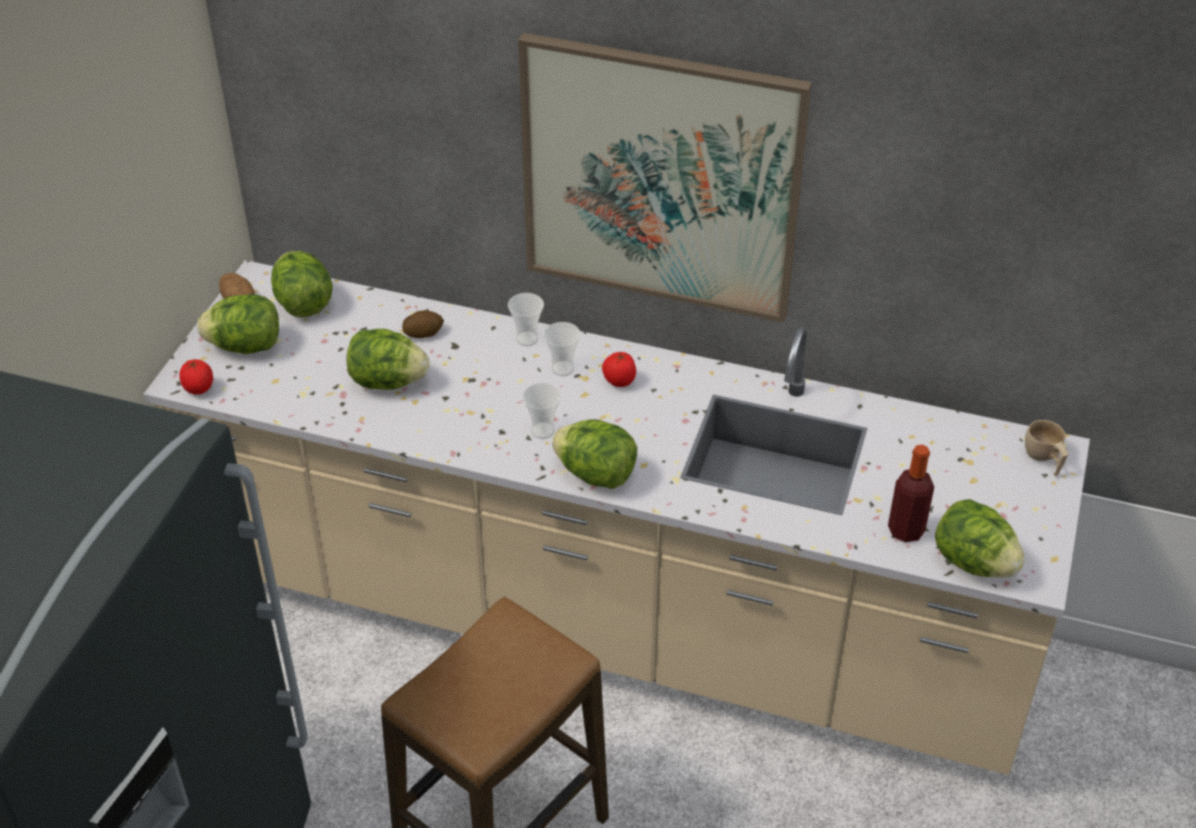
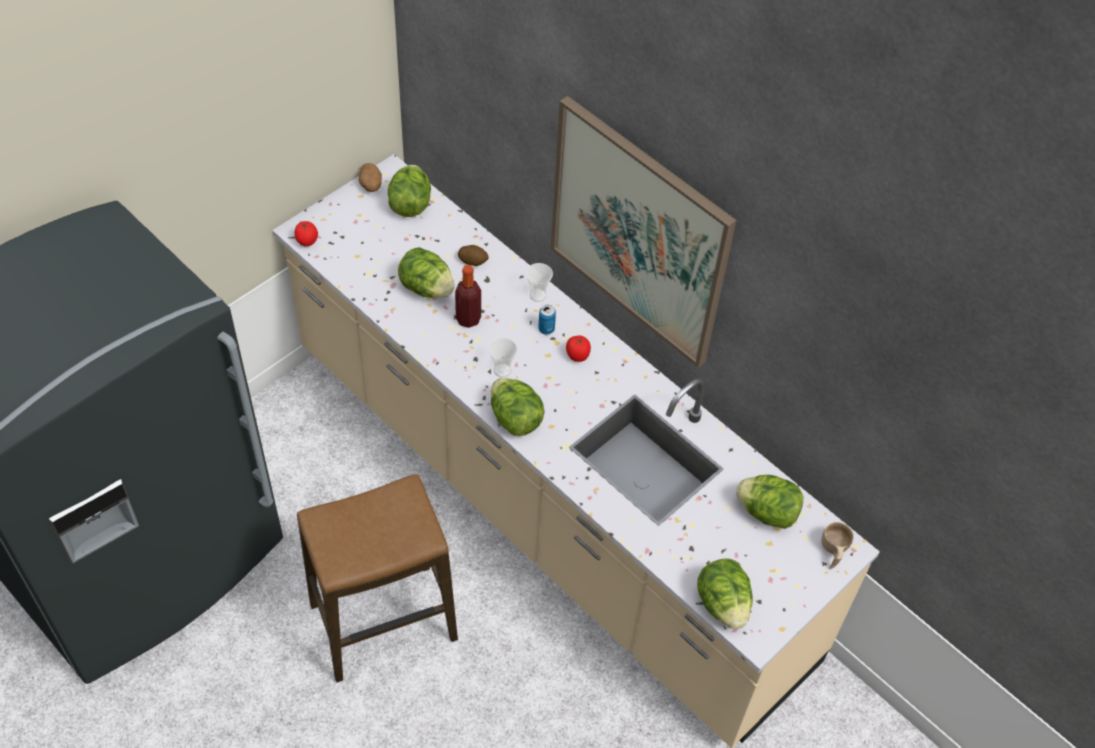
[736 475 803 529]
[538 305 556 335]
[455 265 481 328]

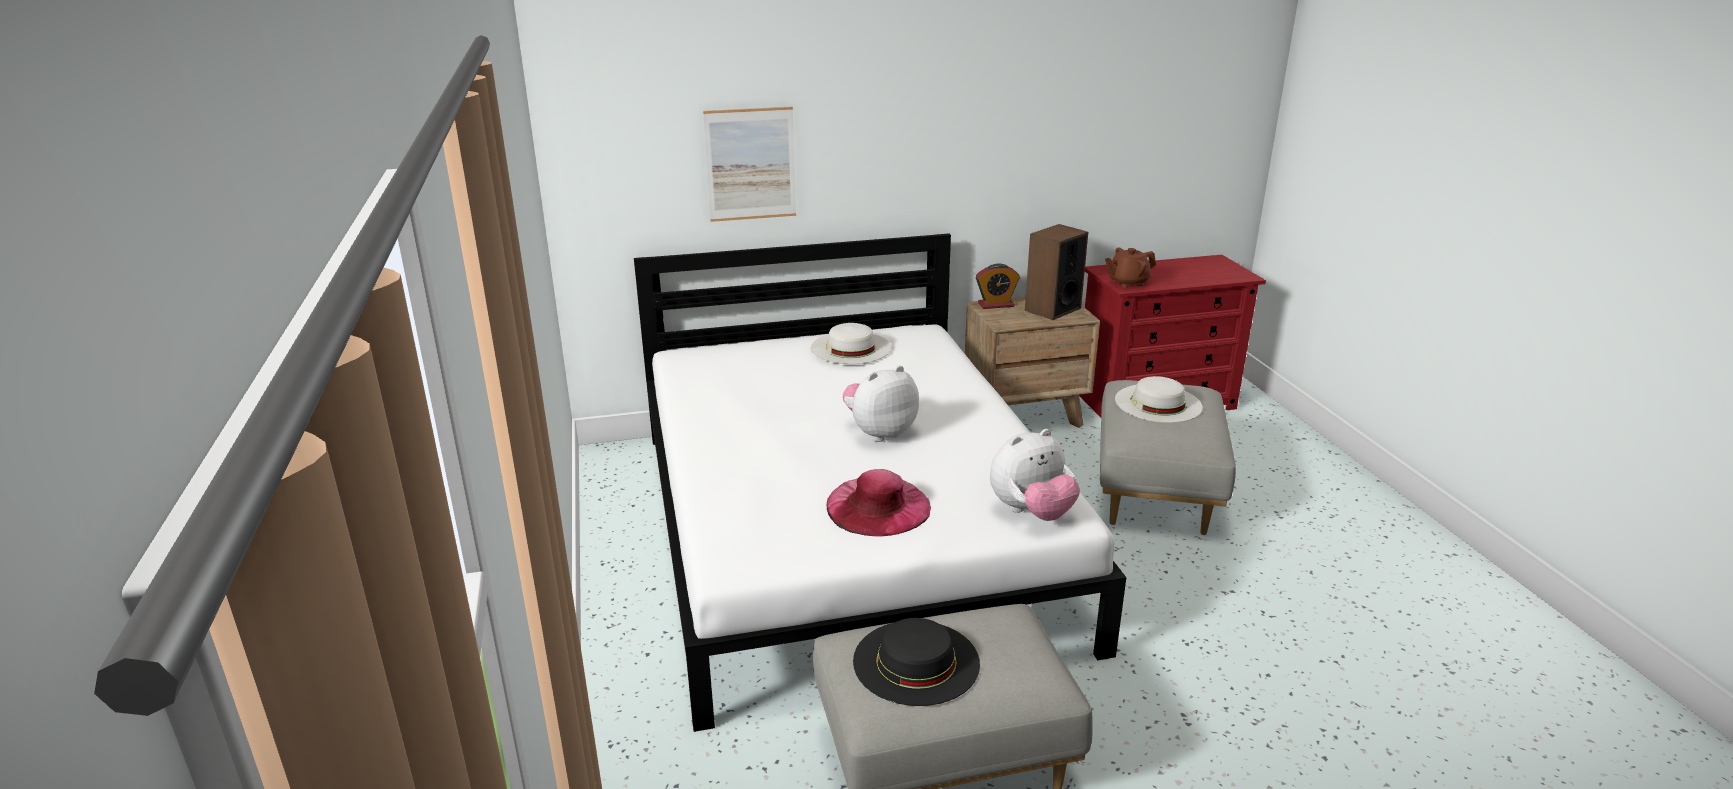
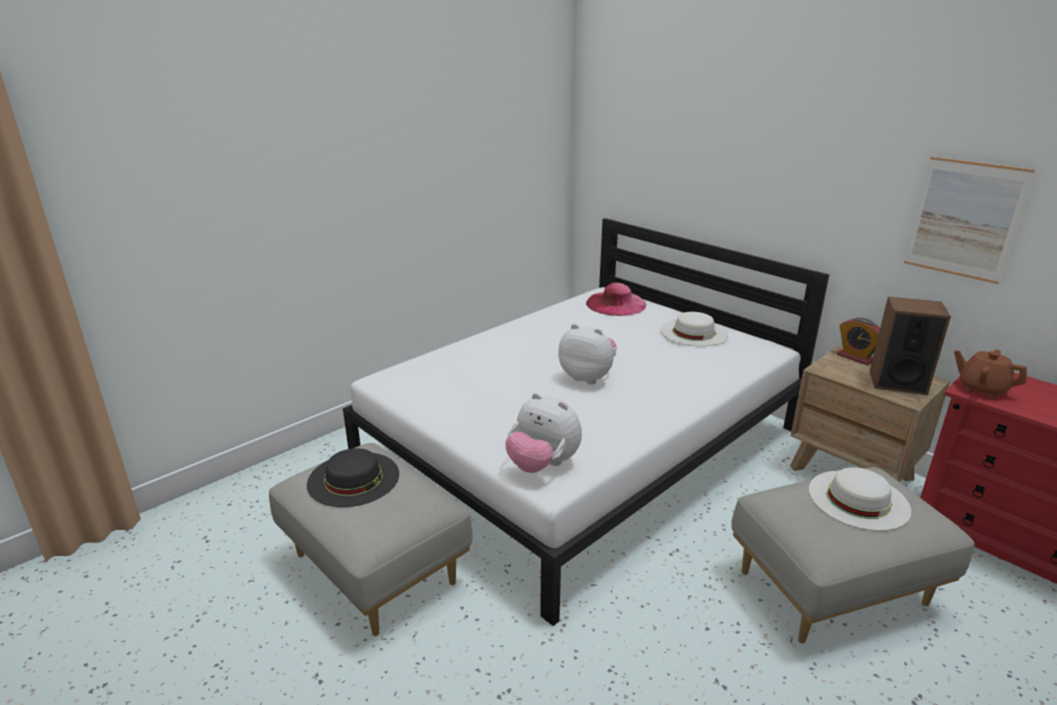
[904 156 1035 284]
[586 283 646 316]

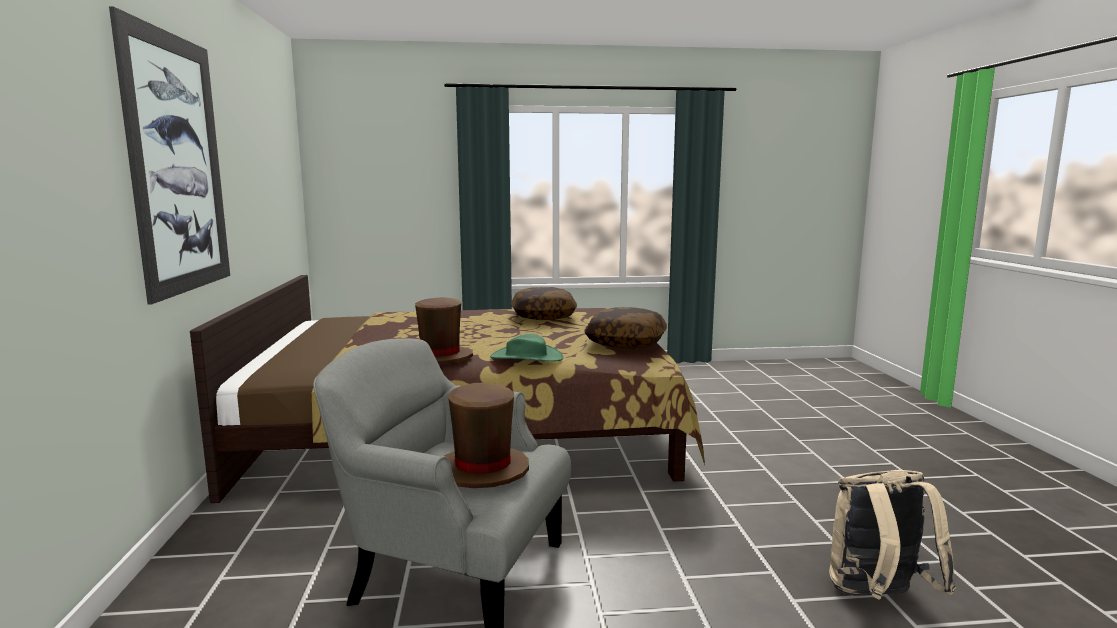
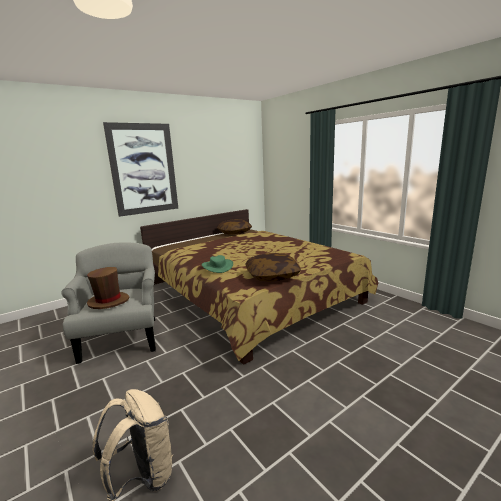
[216 219 252 235]
[415 297 473 364] (first image)

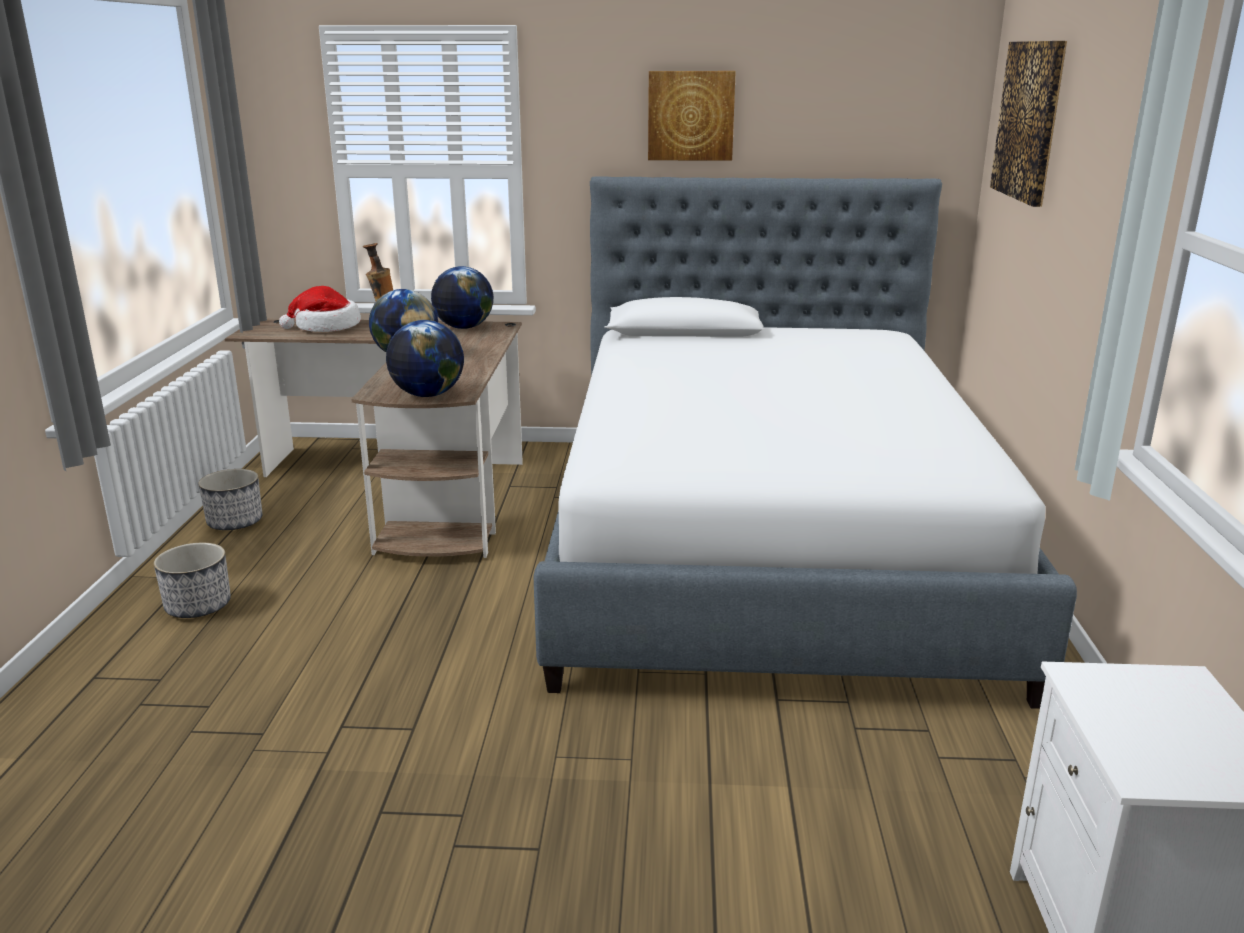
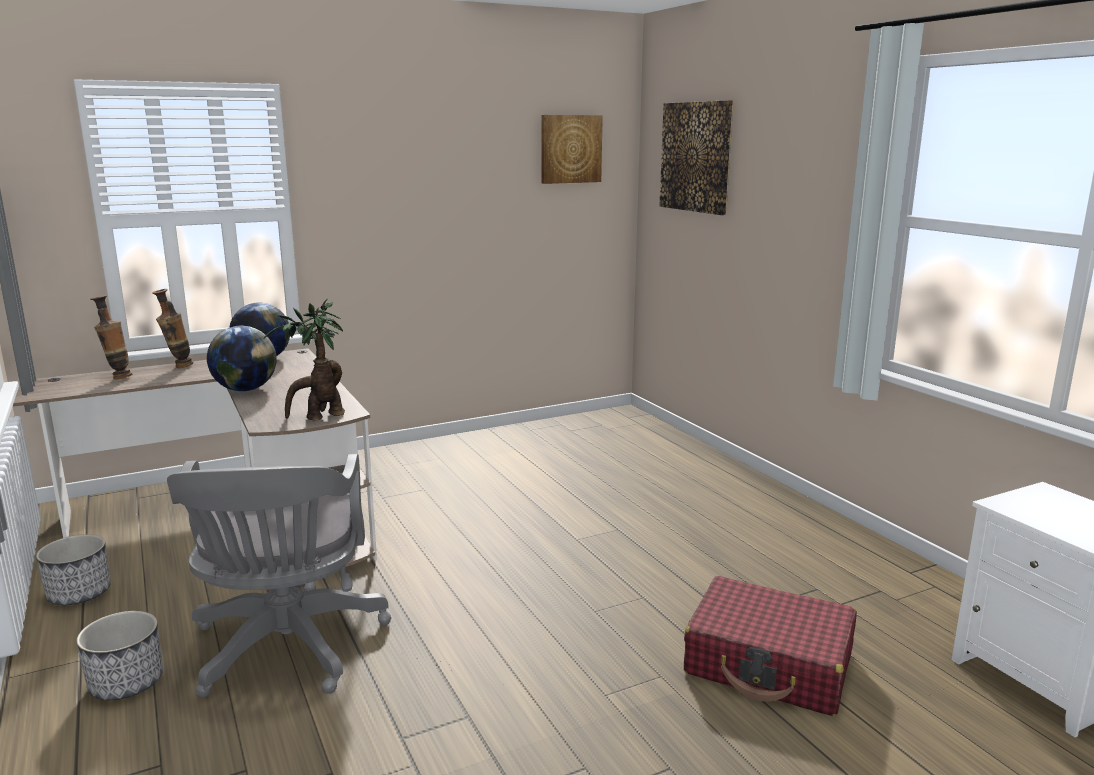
[542 115 603 184]
[534 176 1077 709] (first image)
[90 296 132 379]
[263 299 345 420]
[167 454 391 698]
[684 576 857 716]

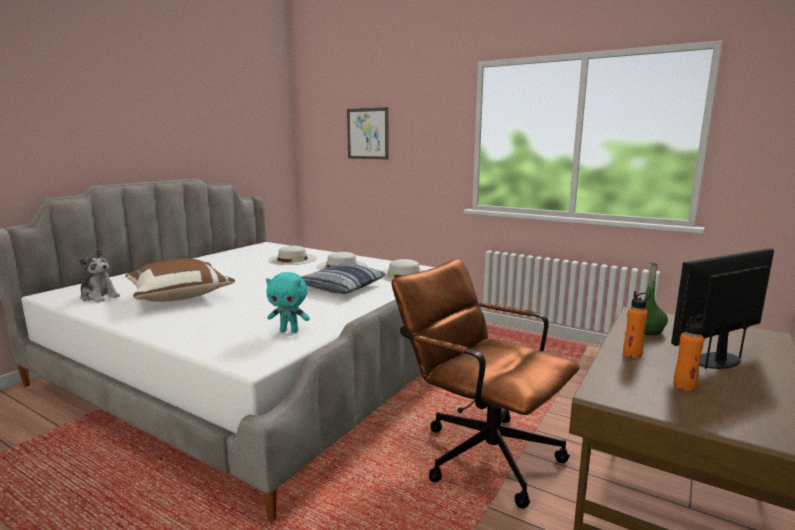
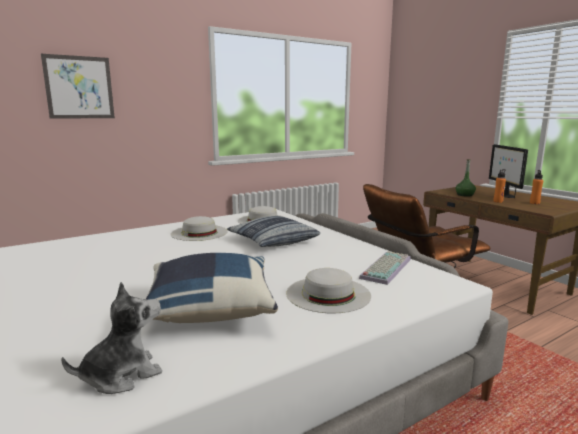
[286 268 371 313]
[146 253 278 323]
[359 251 411 285]

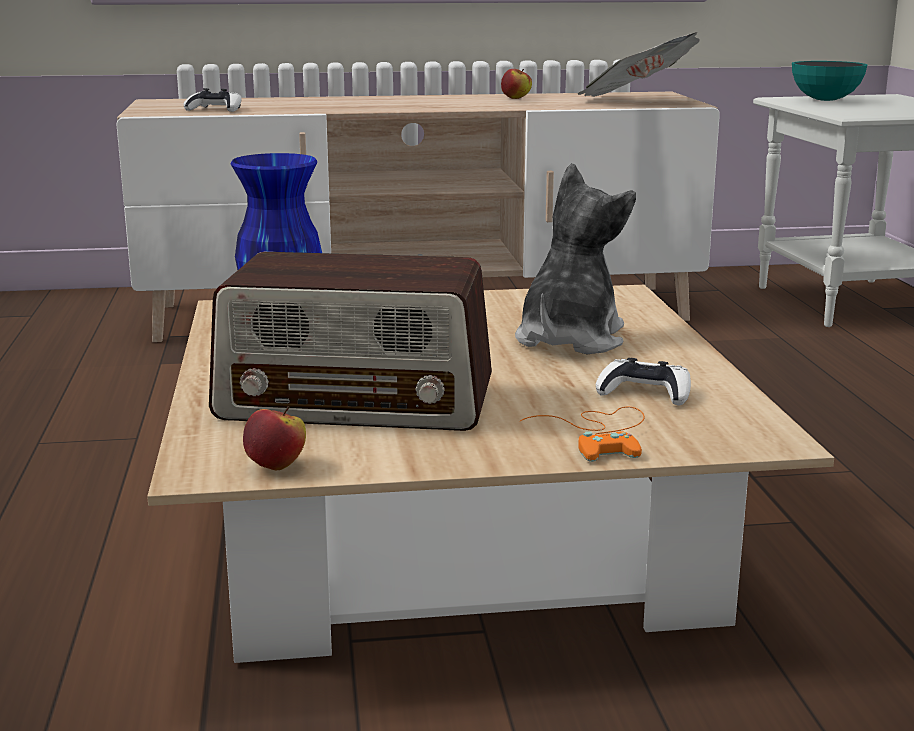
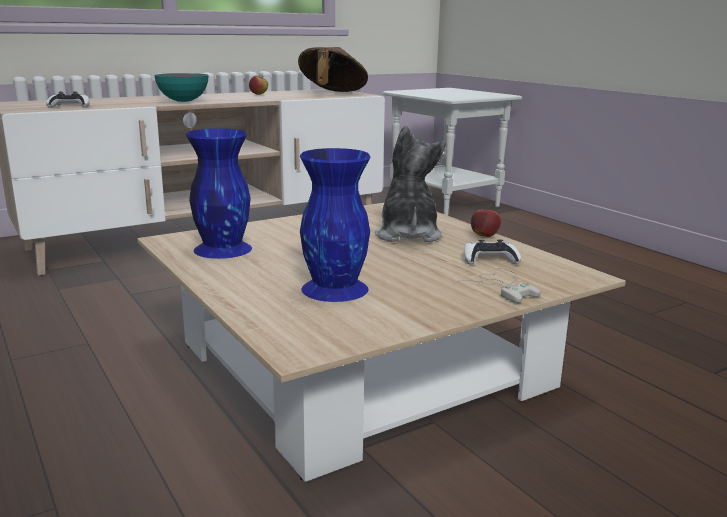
[298 47 368 92]
[154 73 209 102]
[300 148 370 302]
[471 207 501 237]
[453 268 541 303]

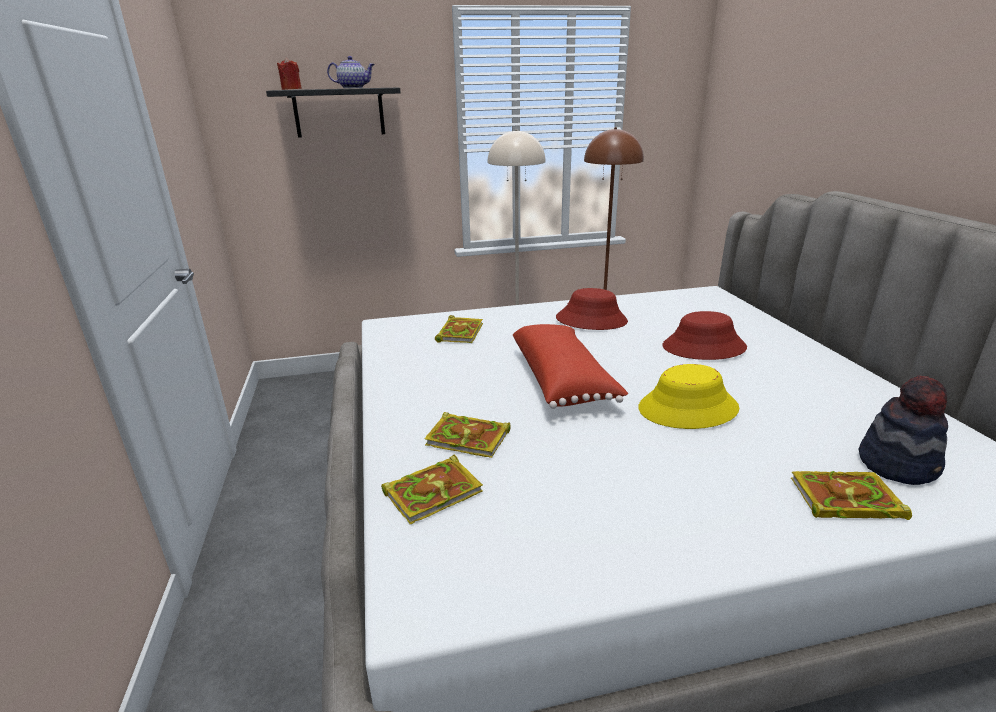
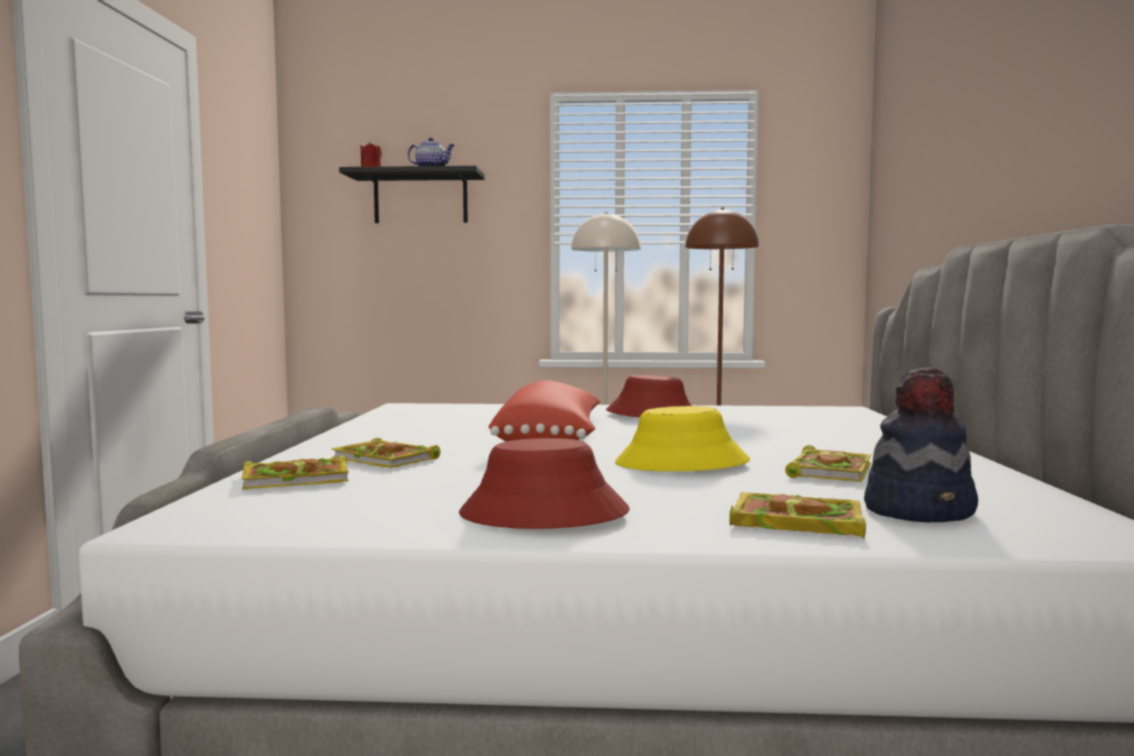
[459 438 630 529]
[785 445 872 482]

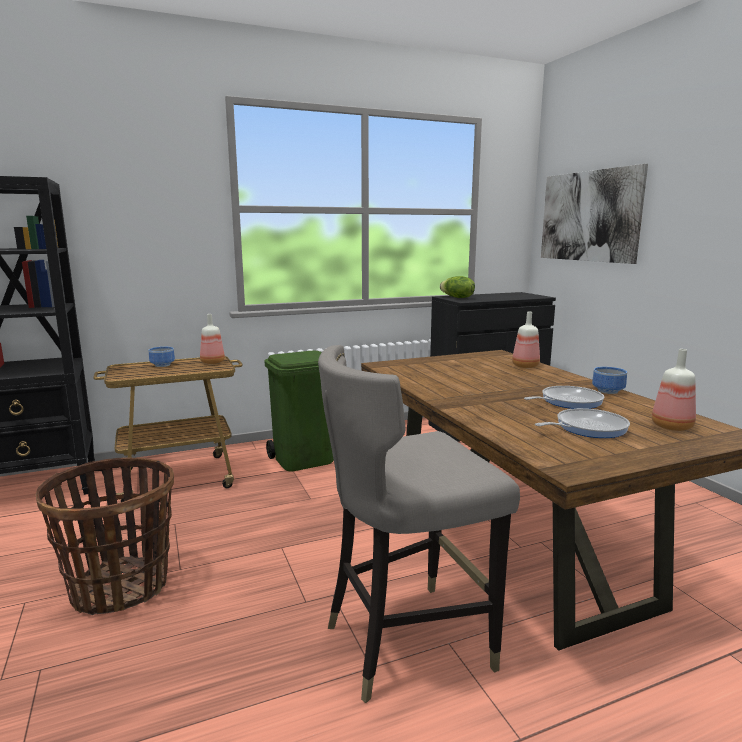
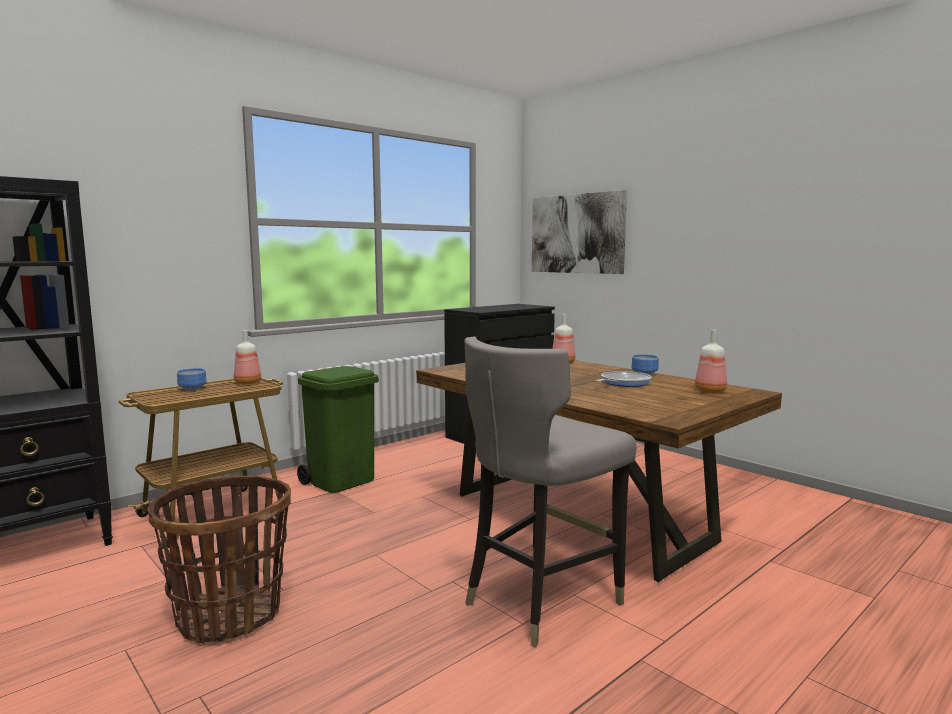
[440 276 475 298] (first image)
[535 408 630 438] (first image)

